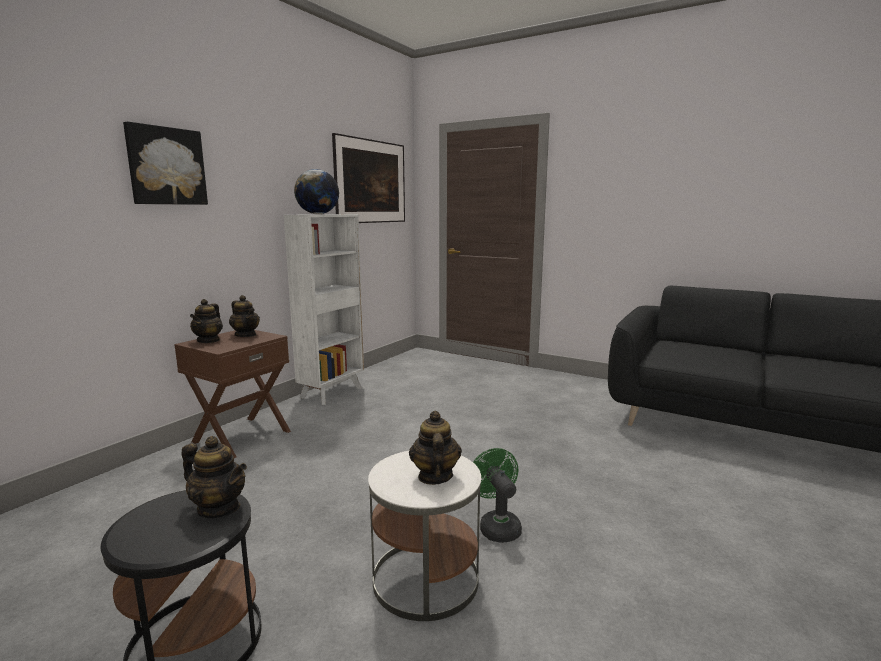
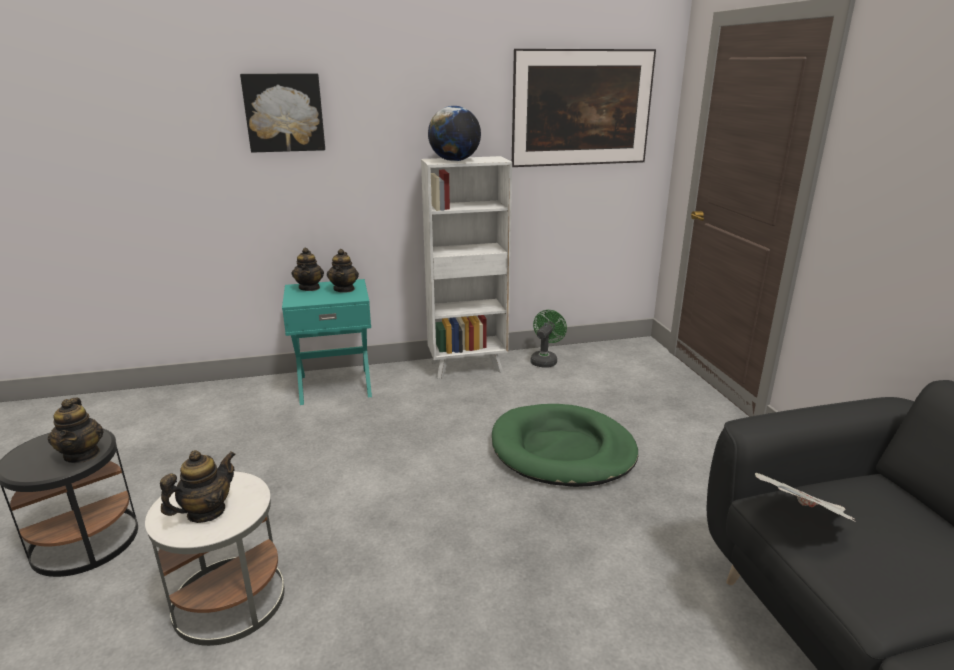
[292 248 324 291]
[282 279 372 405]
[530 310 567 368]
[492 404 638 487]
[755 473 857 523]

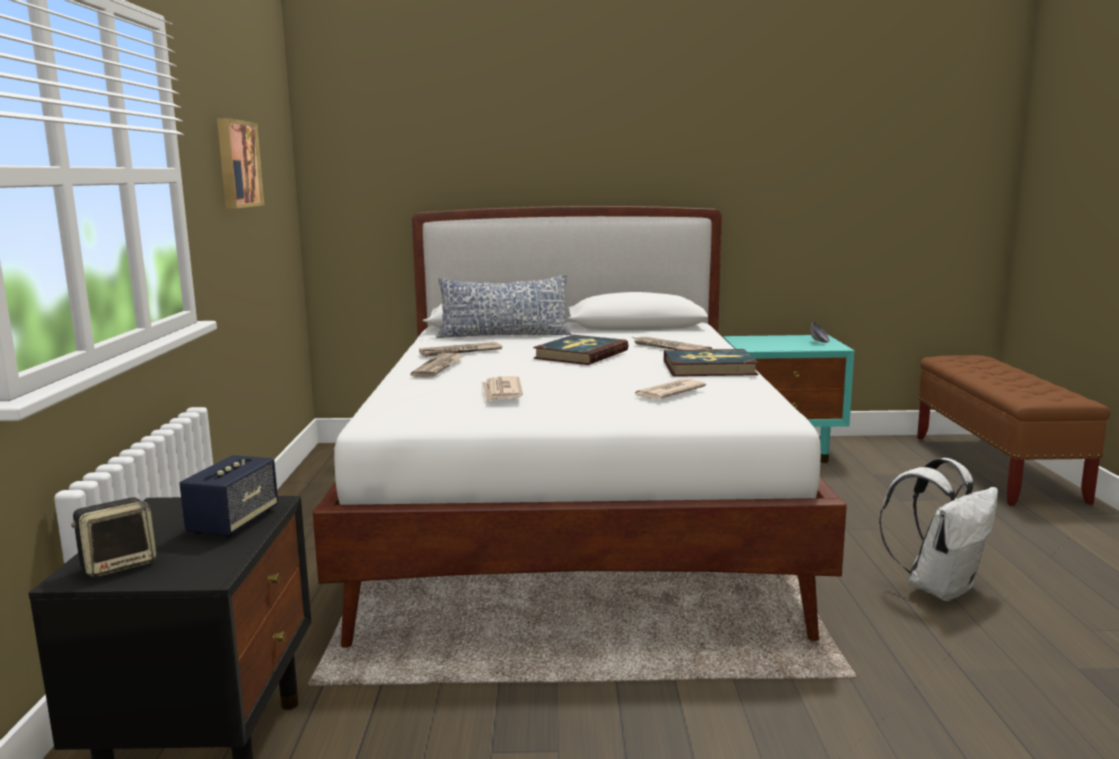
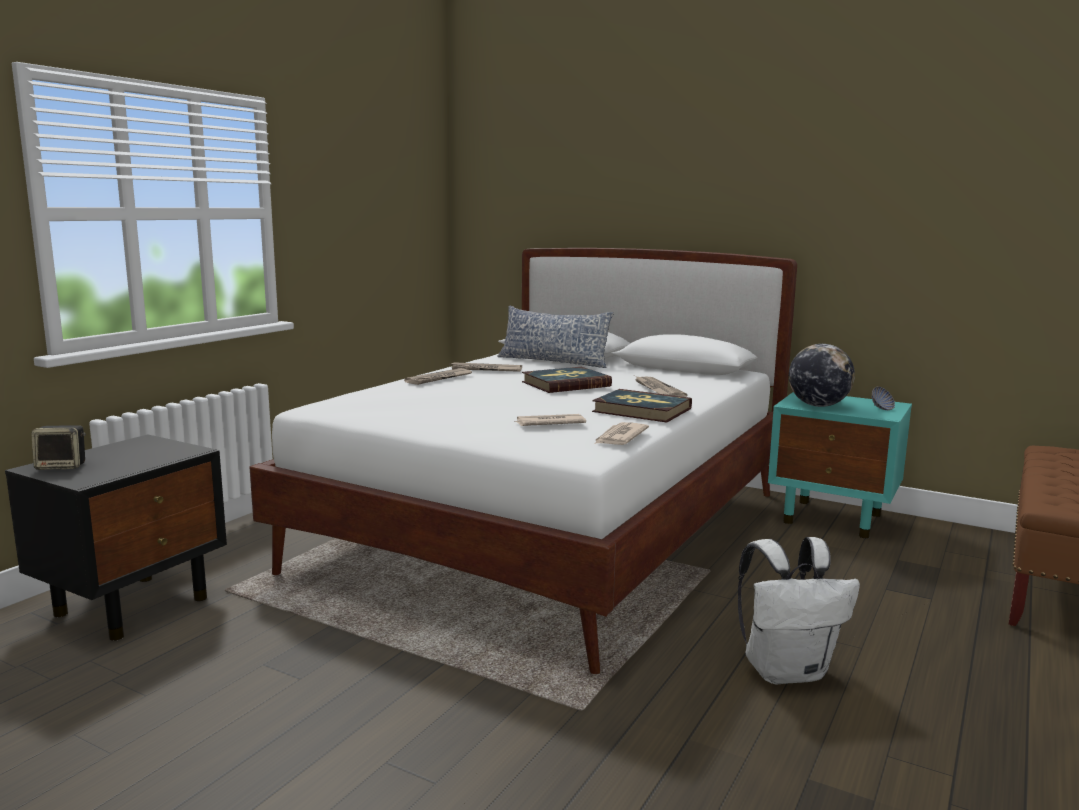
[217 118 264 209] (first image)
[594 422 649 445]
[179 455 278 537] (first image)
[789 344 855 407]

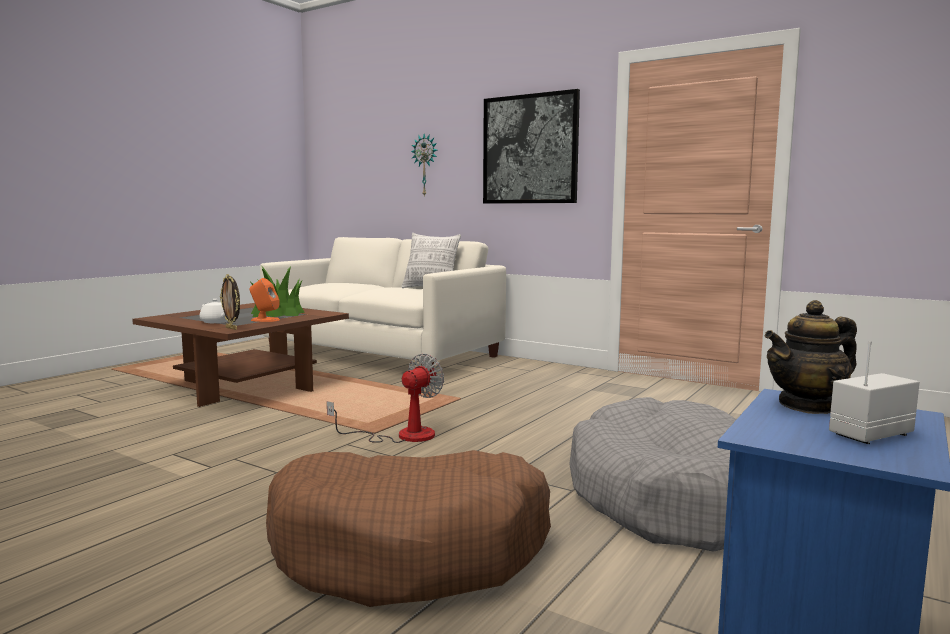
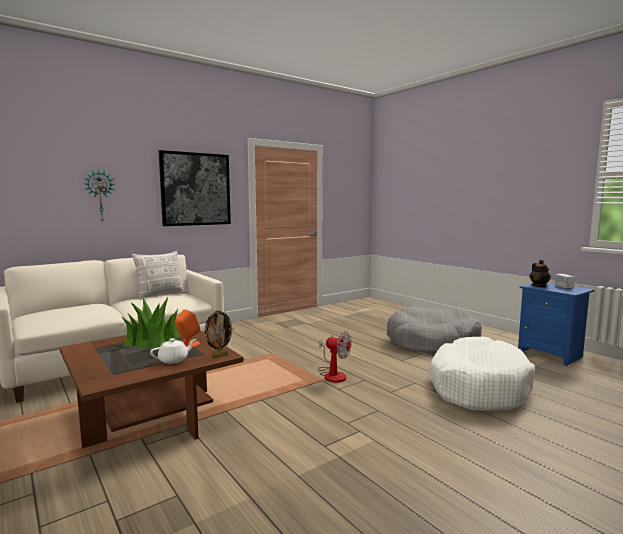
[318 331 352 383]
[428 337 535 411]

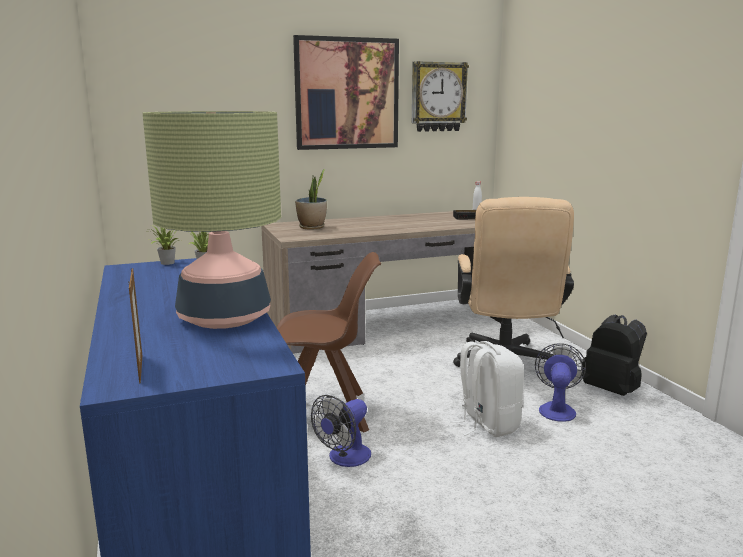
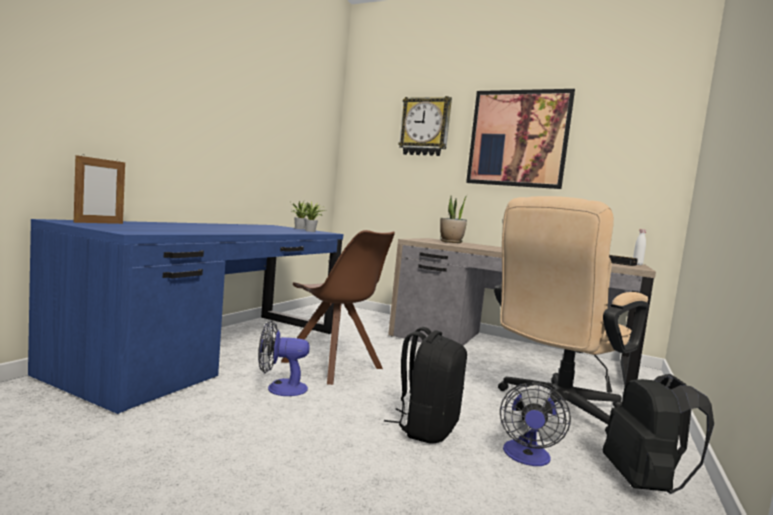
[398 96 452 156]
[143 111 281 329] (first image)
[384 327 467 444]
[500 382 571 466]

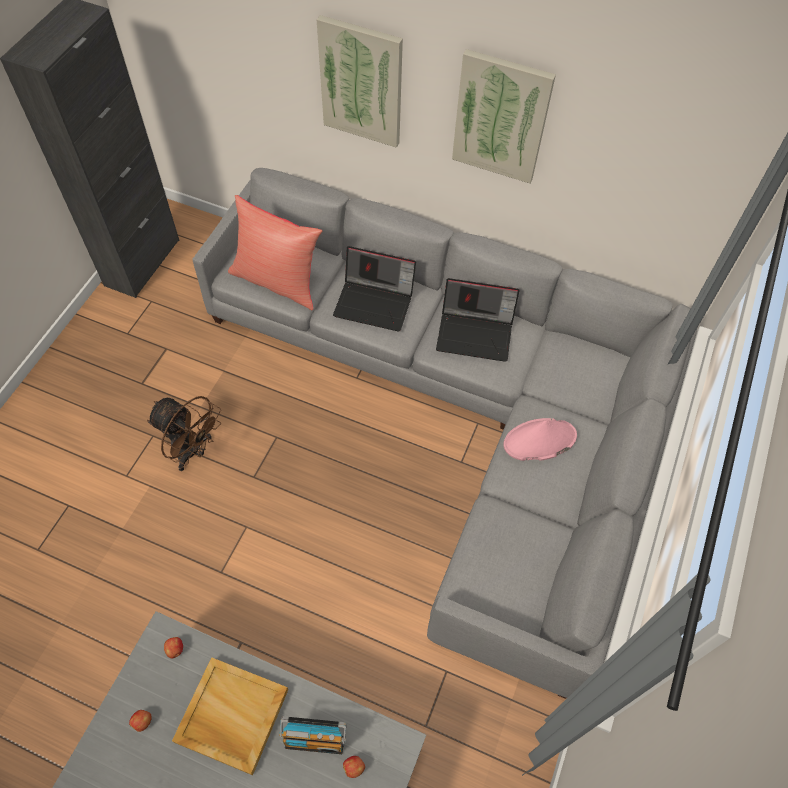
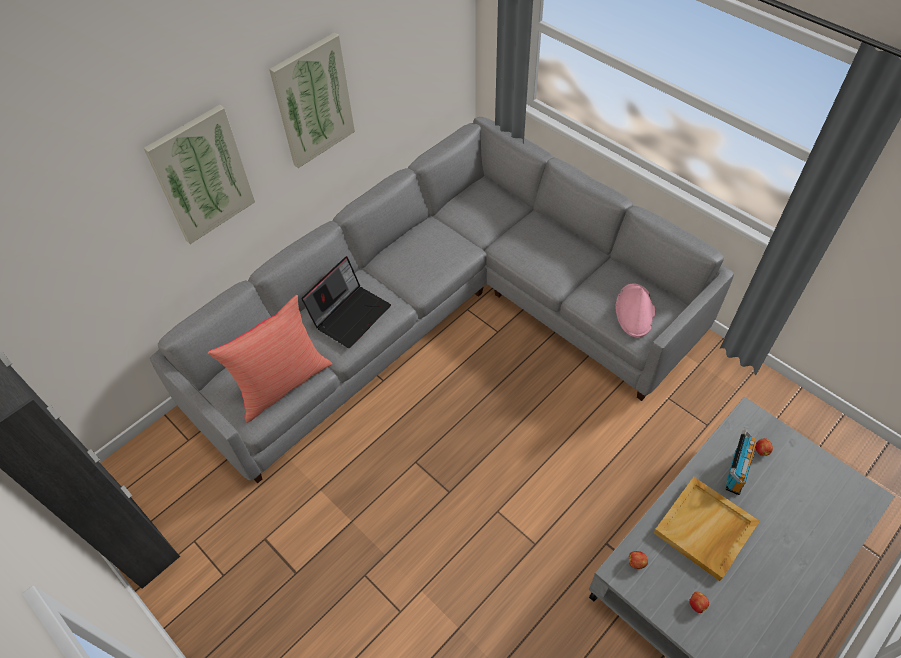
[436 278 520 362] (first image)
[147 396 221 471] (first image)
[616 283 655 337]

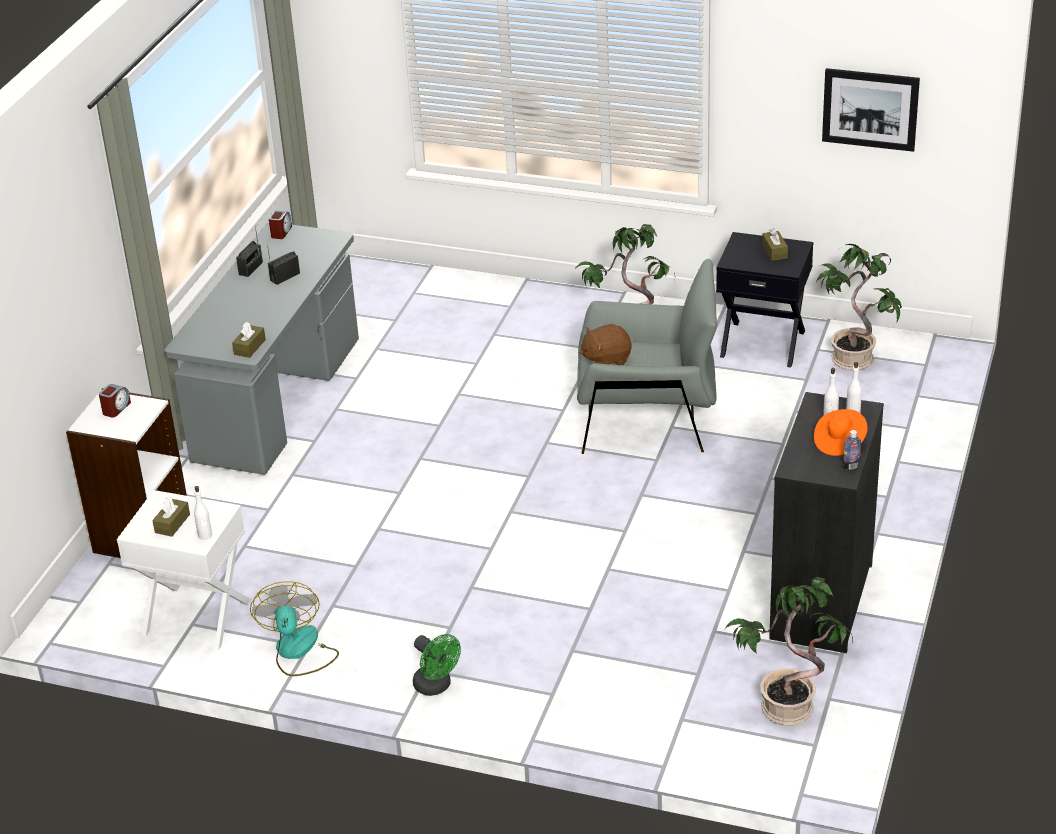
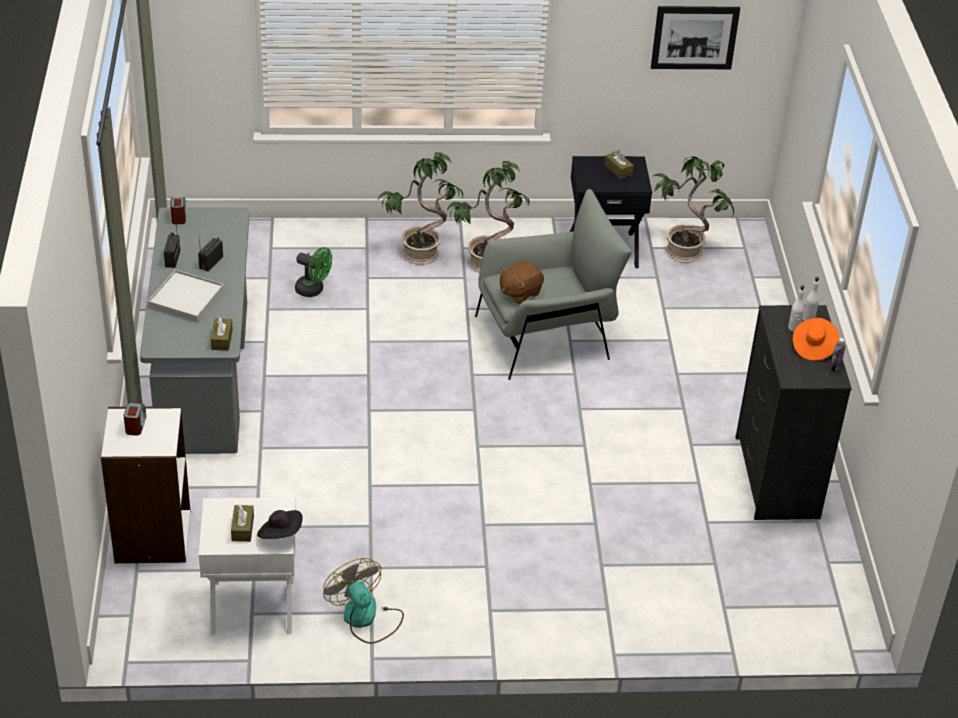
[257 510 303 539]
[377 152 463 265]
[295 247 332 297]
[148 270 224 323]

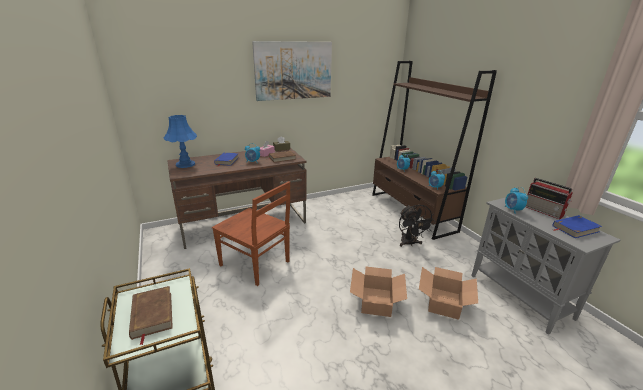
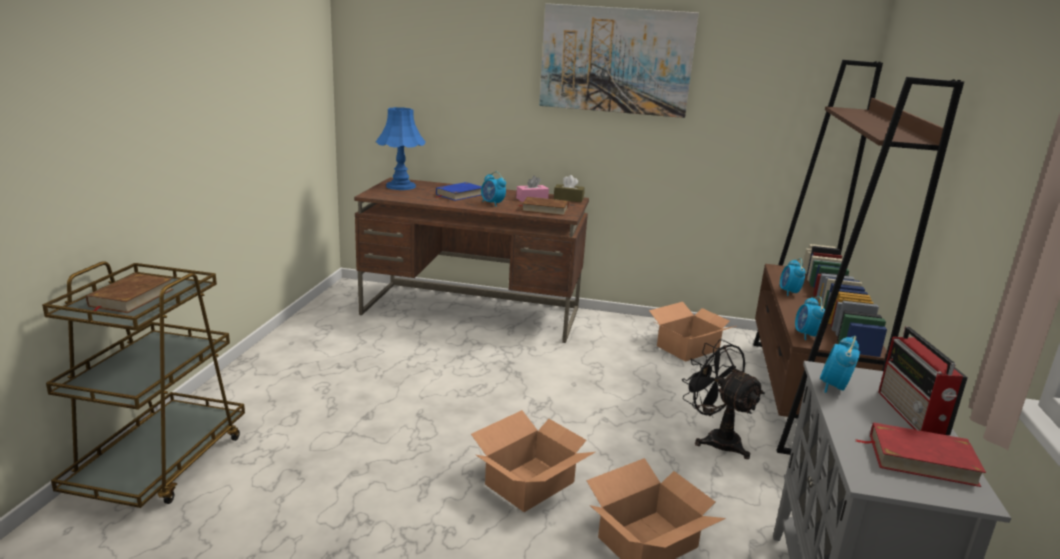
[212 181 290 286] (first image)
[682 339 765 459]
[855 422 986 487]
[649 302 736 362]

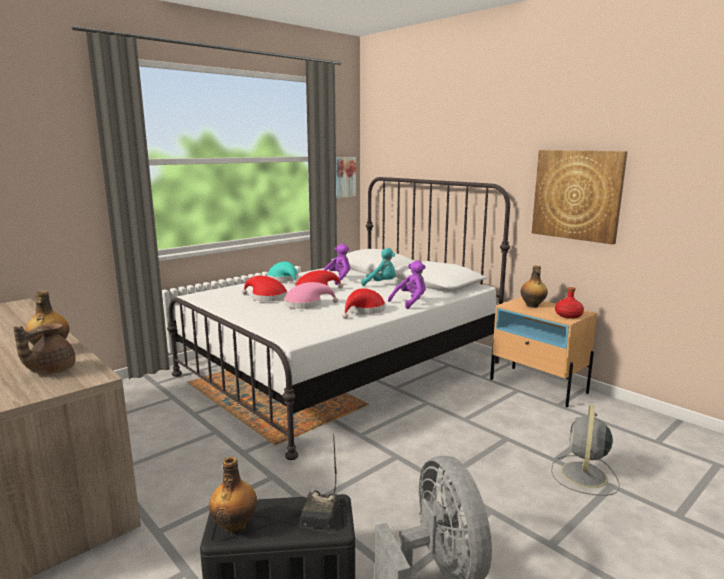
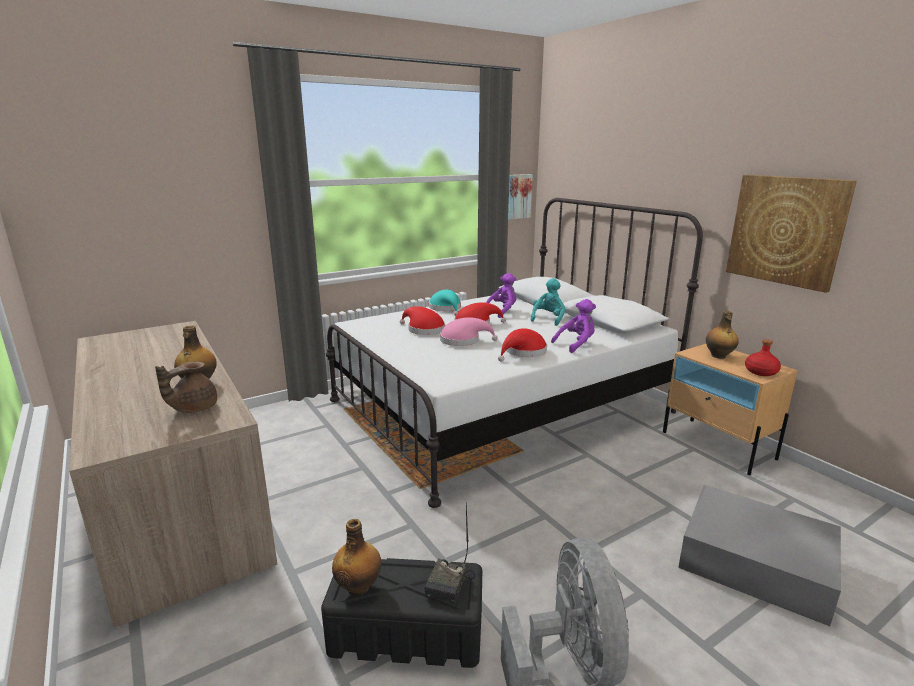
[531 278 565 326]
[678 485 841 626]

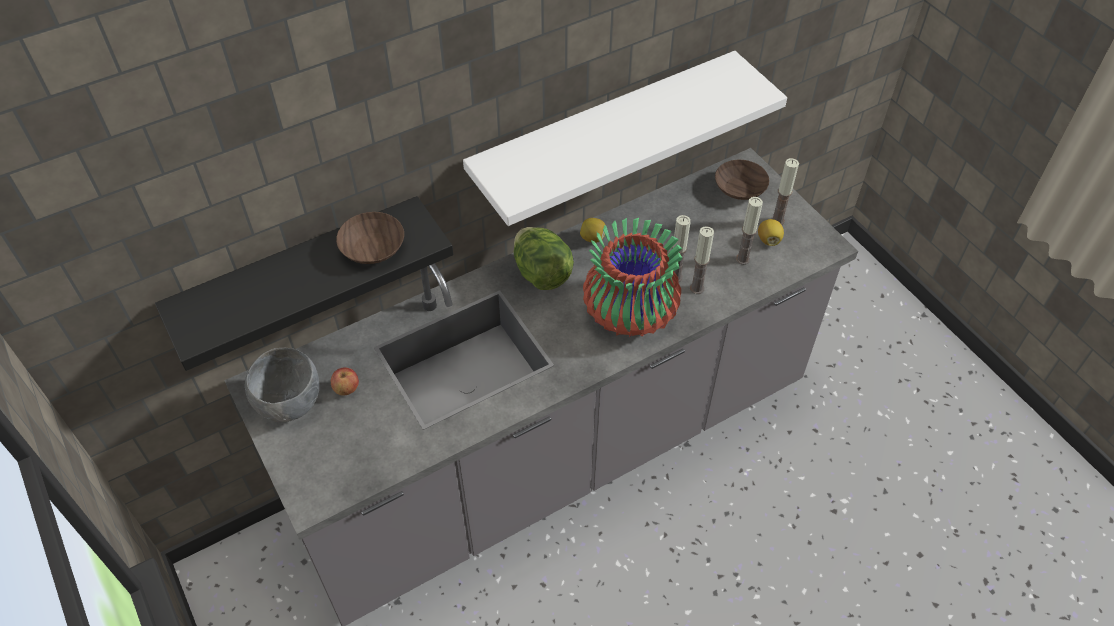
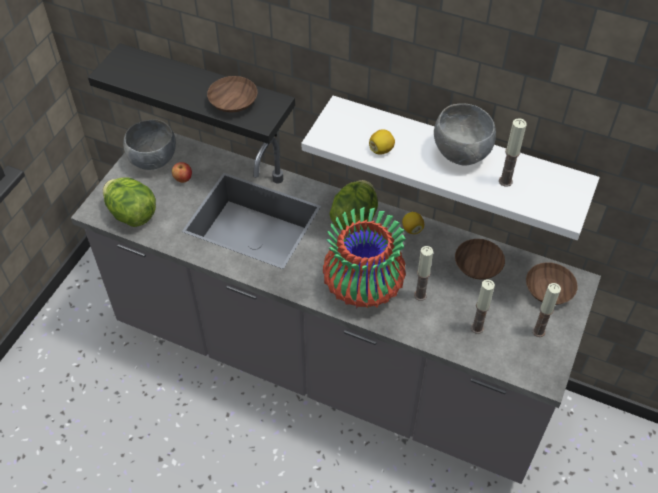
[369 129 395 154]
[499 118 527 187]
[434 103 496 165]
[103 177 156 227]
[455 239 505 280]

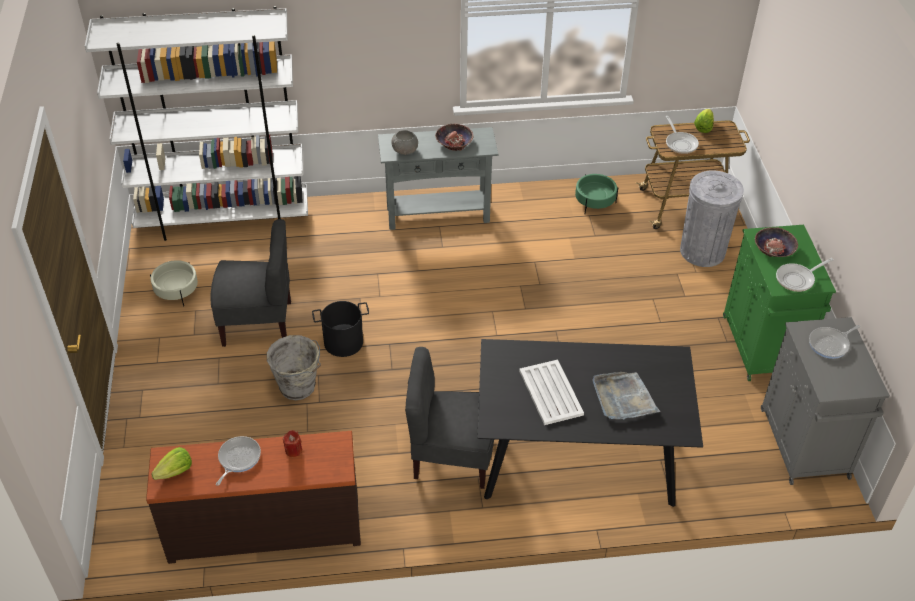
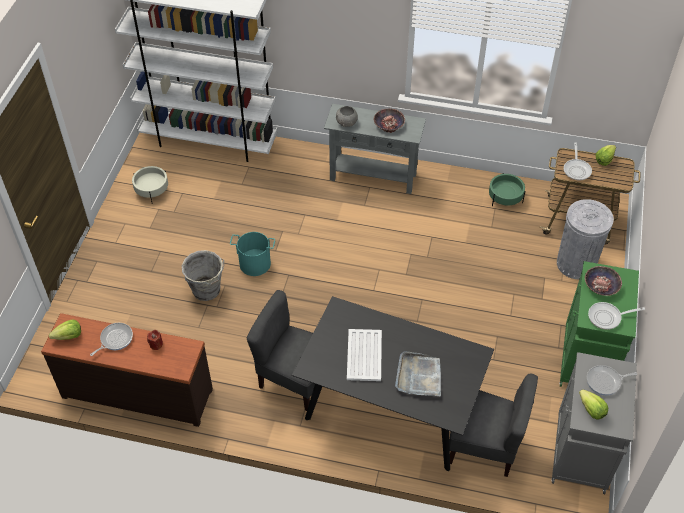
[449 374 538 477]
[230 232 275 276]
[579 389 608 419]

